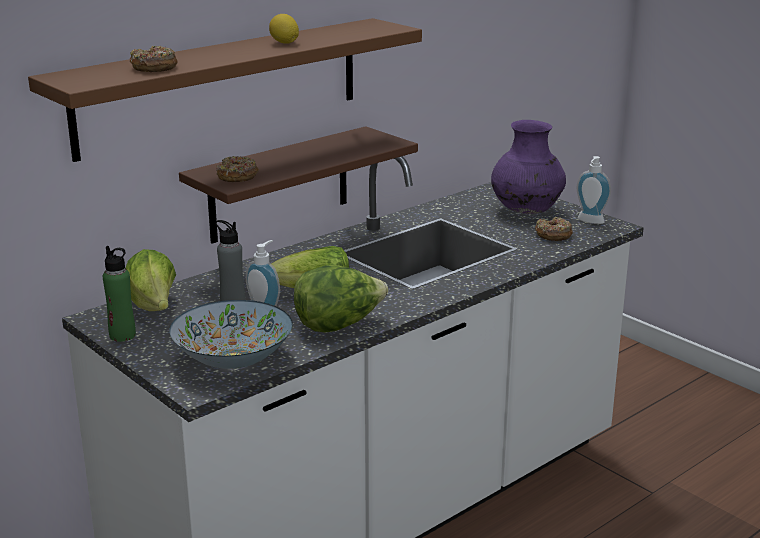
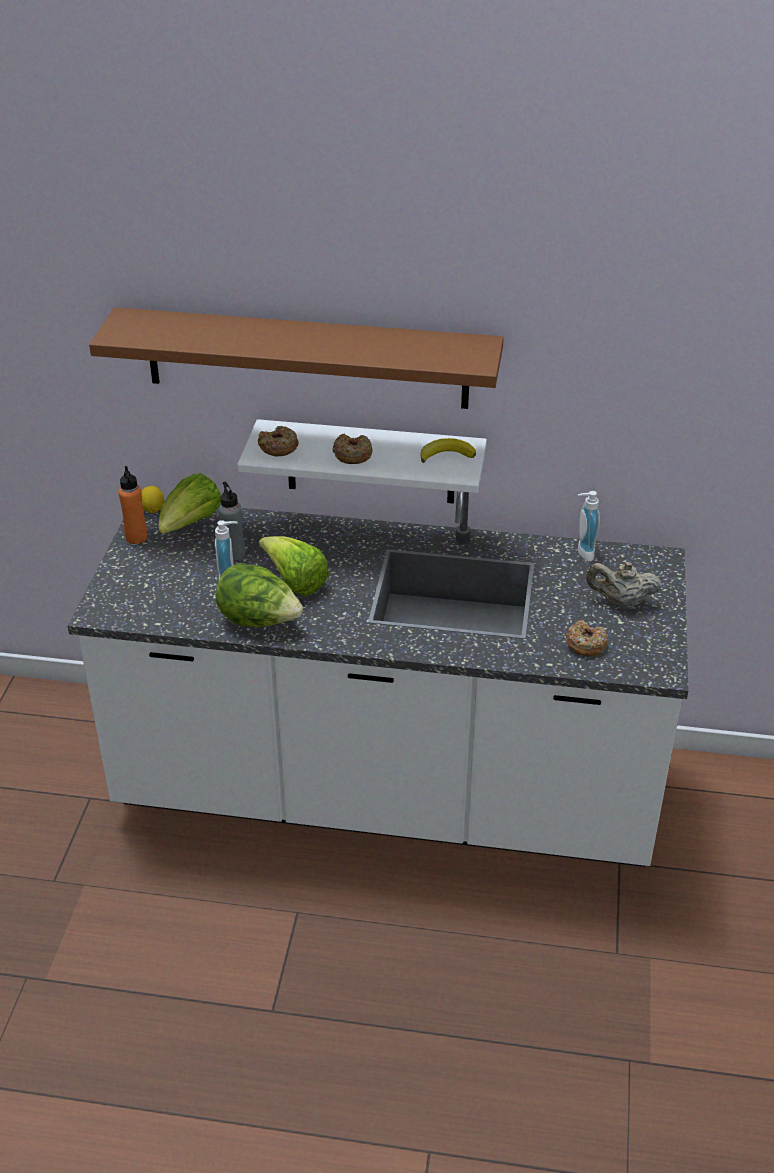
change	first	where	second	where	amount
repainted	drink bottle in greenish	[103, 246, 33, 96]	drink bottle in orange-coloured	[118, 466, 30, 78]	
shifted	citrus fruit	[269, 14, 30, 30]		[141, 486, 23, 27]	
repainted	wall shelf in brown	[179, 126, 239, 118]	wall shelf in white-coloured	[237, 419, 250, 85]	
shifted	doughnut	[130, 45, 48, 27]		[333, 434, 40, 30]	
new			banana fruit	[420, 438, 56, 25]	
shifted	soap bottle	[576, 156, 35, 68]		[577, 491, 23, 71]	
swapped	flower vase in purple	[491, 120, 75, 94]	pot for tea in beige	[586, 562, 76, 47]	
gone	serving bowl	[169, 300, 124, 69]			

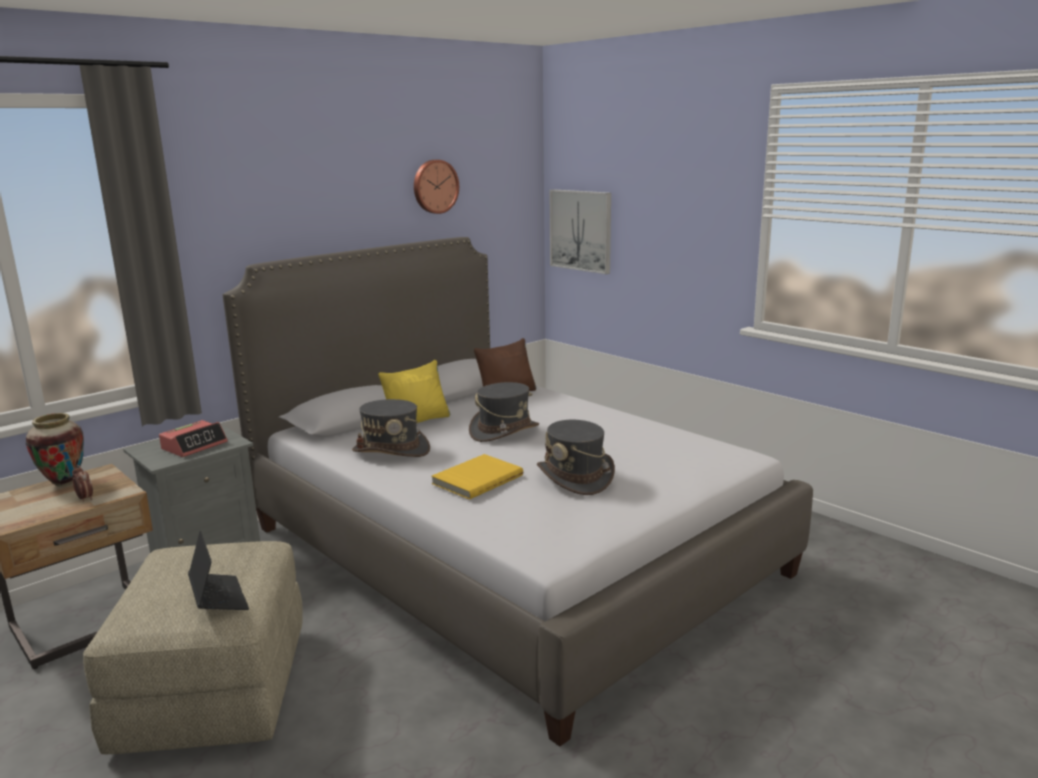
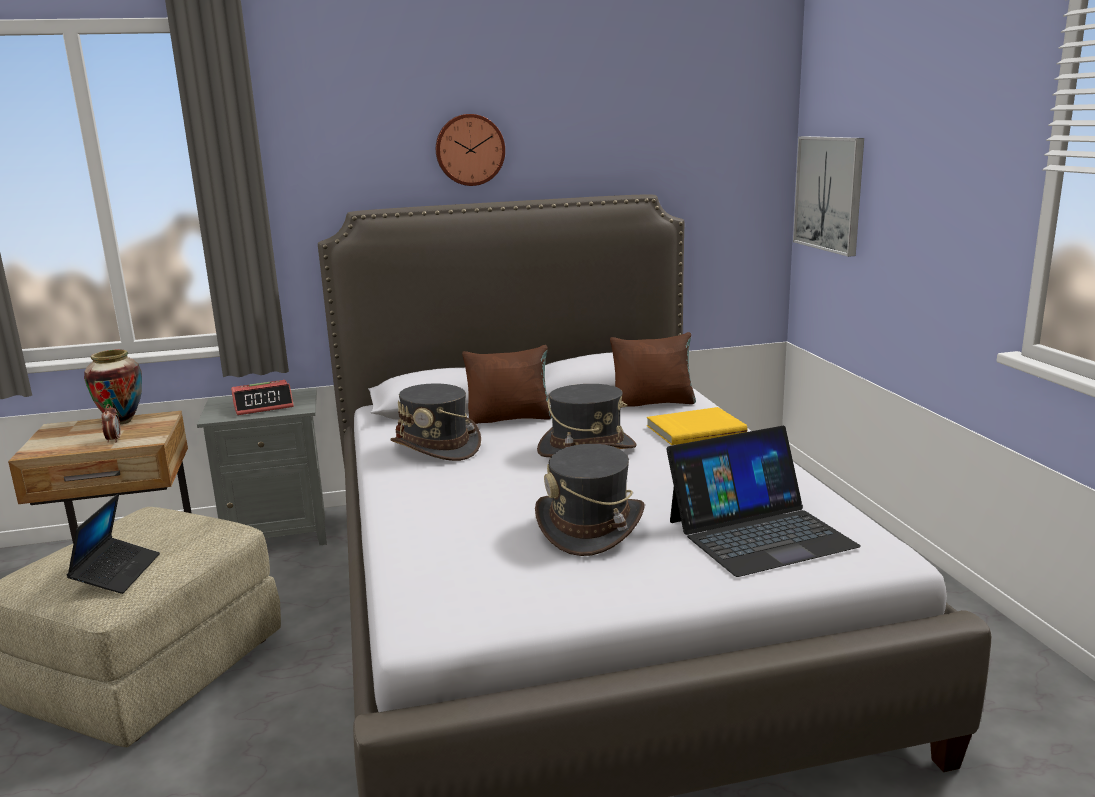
change	first	where	second	where	amount
shifted	wall clock	[414, 160, 45, 54]		[436, 114, 69, 72]	
repainted	cushion in yellowish	[378, 360, 72, 63]	cushion in brown	[462, 345, 90, 79]	
shifted	volume in yellowish	[431, 454, 92, 46]		[647, 407, 100, 38]	
new			portable computer	[667, 426, 194, 151]	

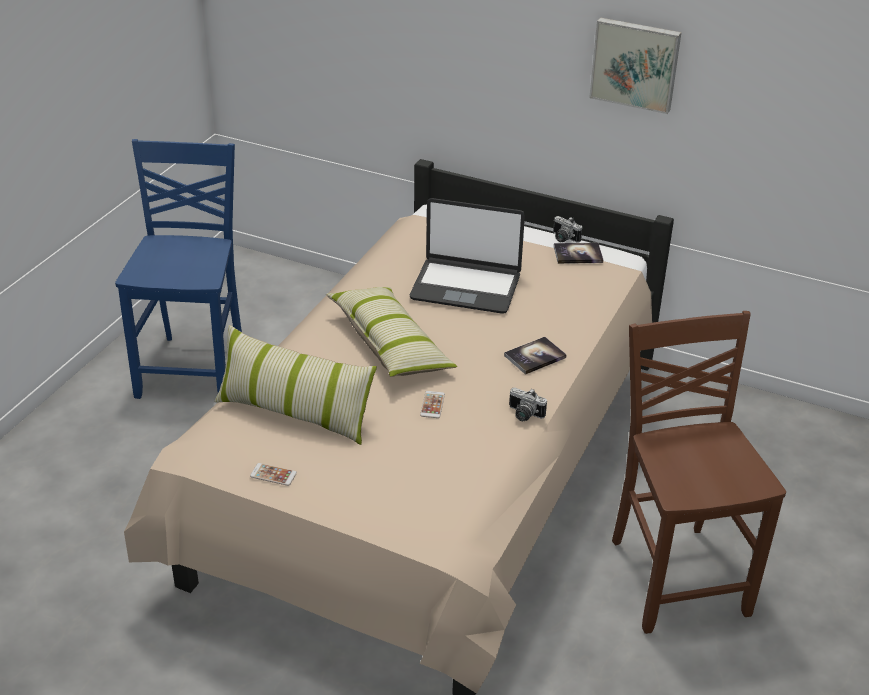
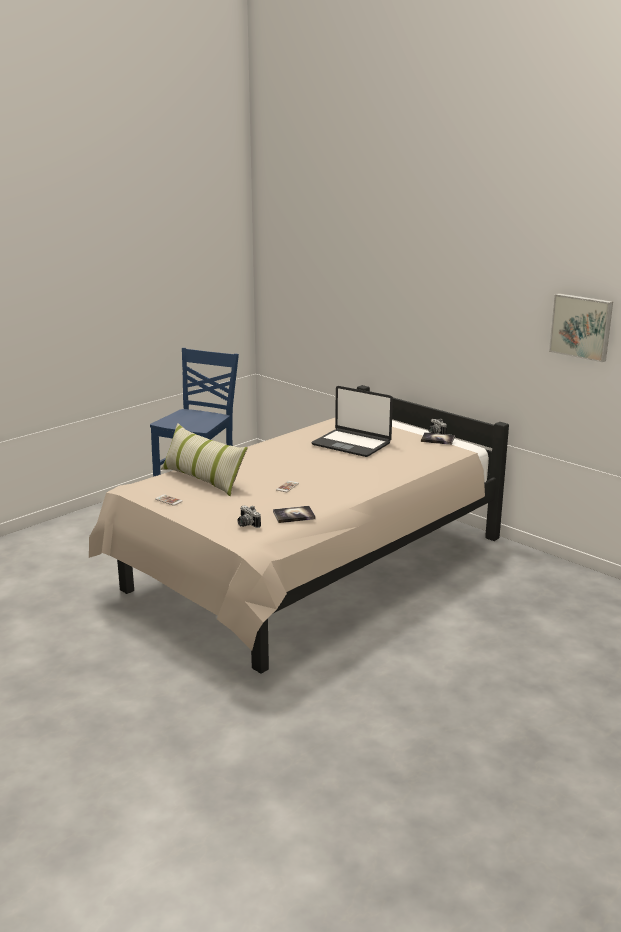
change	first	where	second	where	amount
shifted	photo camera	[509, 387, 38, 34]		[237, 506, 24, 22]	
shifted	volume	[504, 337, 63, 38]		[273, 506, 43, 17]	
shifted	picture	[589, 17, 92, 97]		[549, 293, 64, 69]	
gone	cushion	[326, 287, 131, 90]			
gone	chair in brown	[612, 311, 174, 323]			

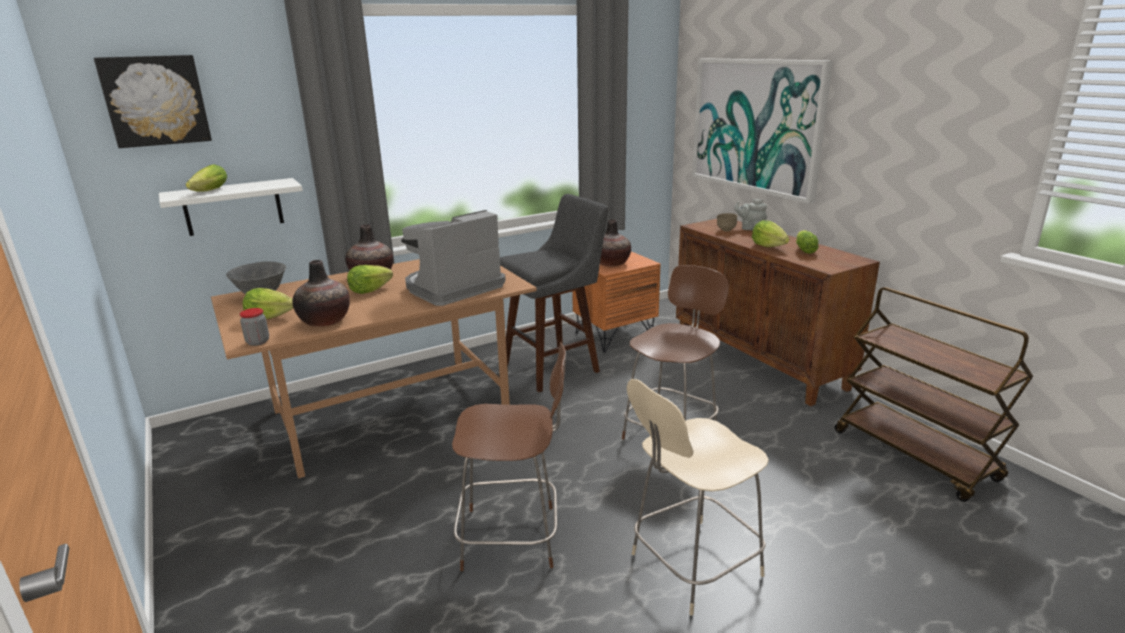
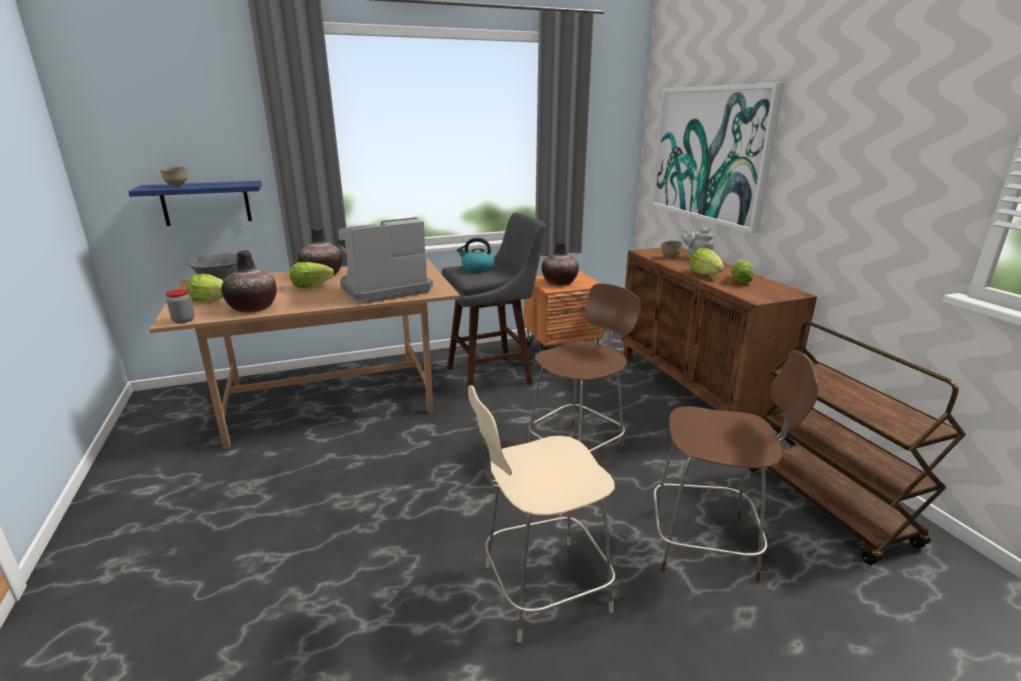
change	first	where	second	where	amount
repainted	wall shelf in white-coloured	[159, 178, 144, 58]	wall shelf in bluish	[128, 181, 134, 45]	
swapped	lettuce head	[186, 164, 41, 28]	serving bowl in brown	[160, 167, 28, 20]	
new			water kettle	[457, 237, 38, 35]	
shifted	chair in brown	[452, 342, 114, 229]		[653, 350, 166, 233]	
gone	picture	[94, 55, 118, 93]			

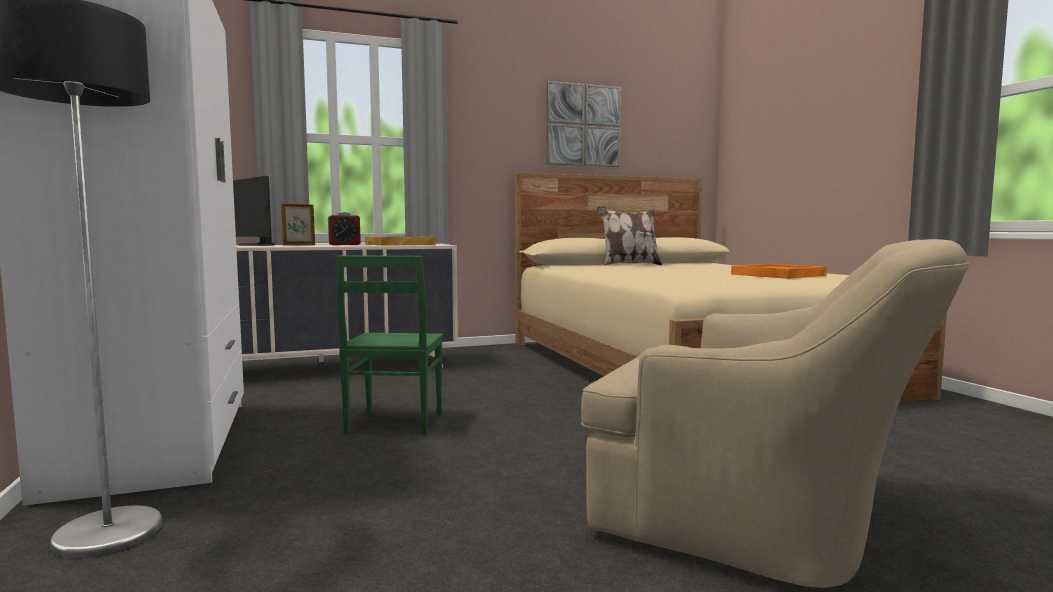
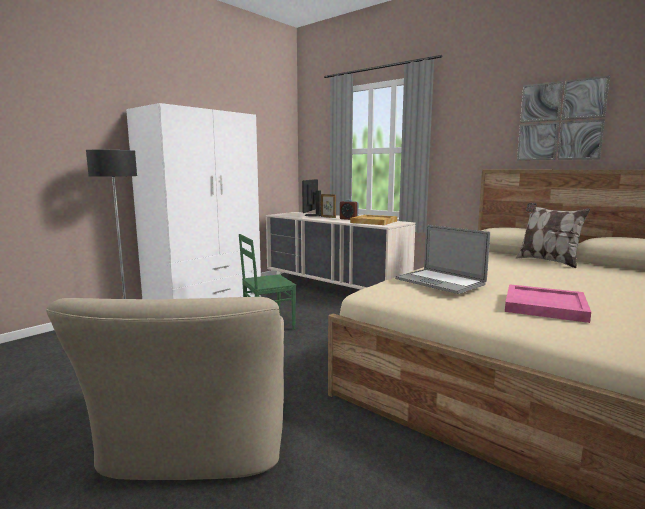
change	first	where	second	where	amount
new			portable computer	[395, 225, 95, 69]	
repainted	tray in orange-coloured	[731, 264, 96, 15]	tray in pink	[505, 284, 86, 39]	

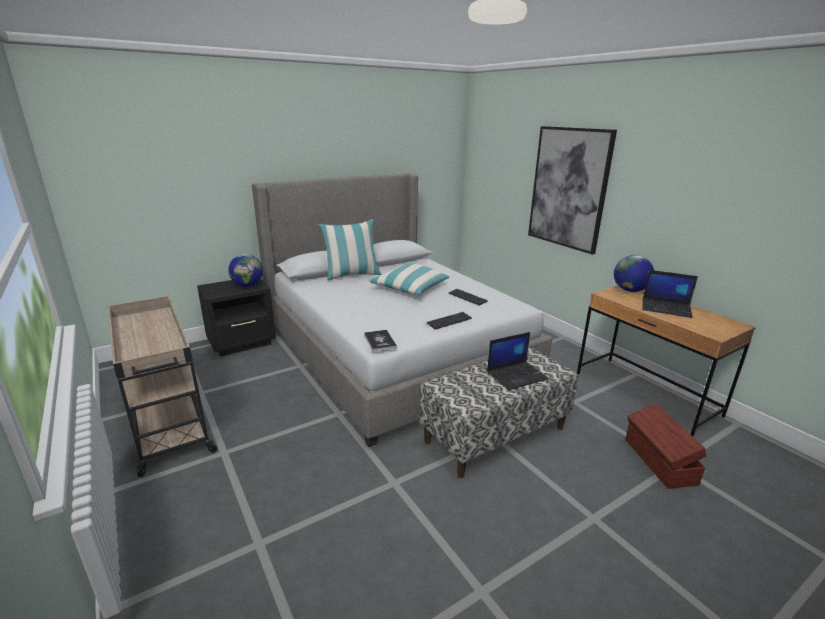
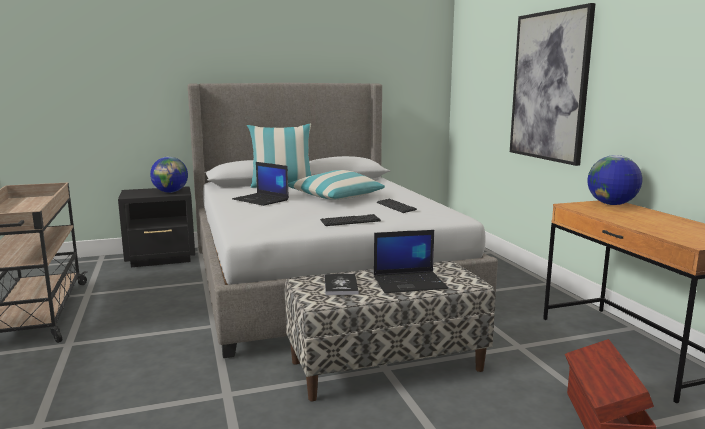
change	first	where	second	where	amount
shifted	portable computer	[642, 270, 56, 48]		[232, 162, 57, 44]	
shifted	volume	[364, 330, 33, 22]		[325, 274, 34, 21]	

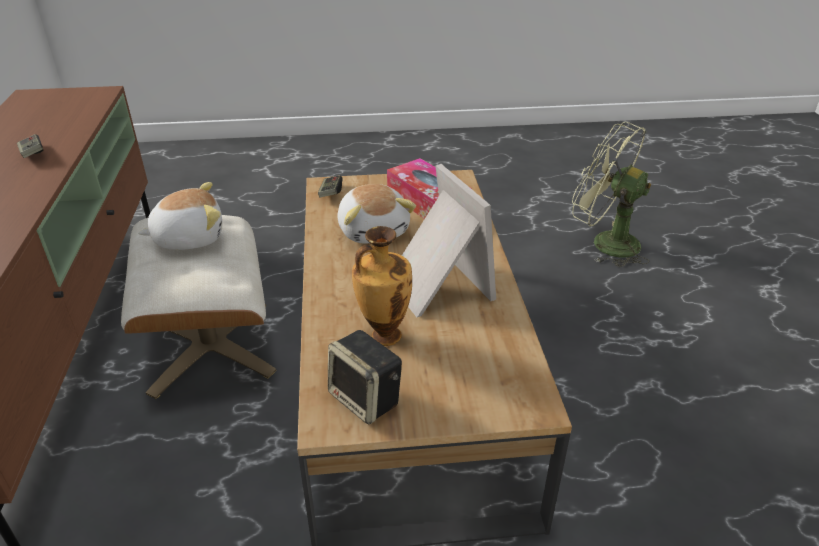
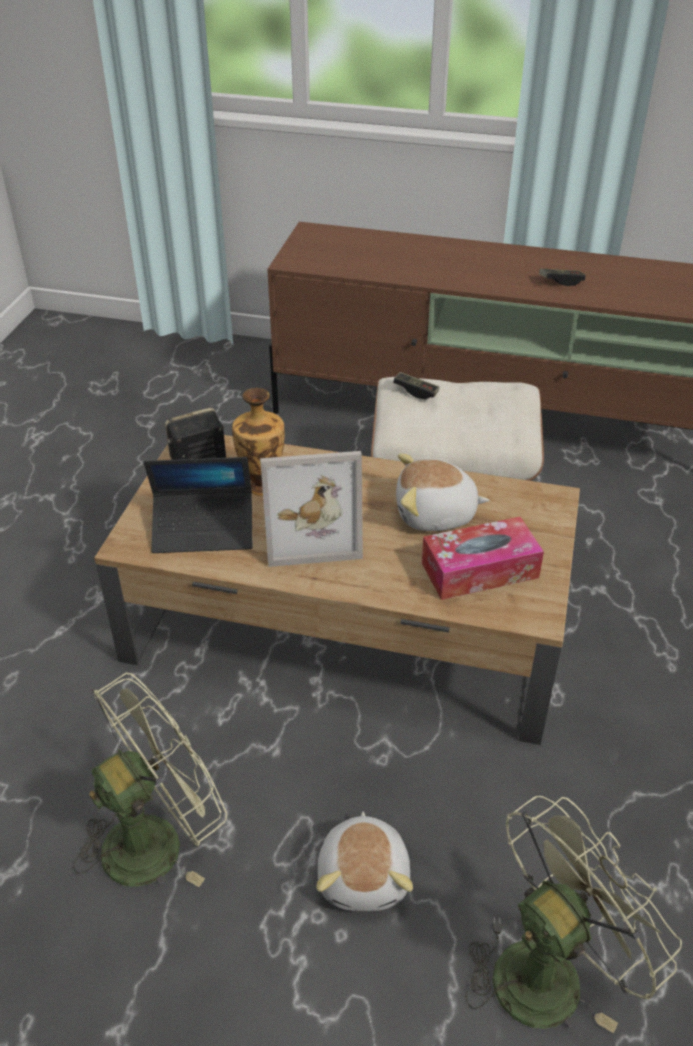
change	first	where	second	where	amount
new			cooling fan in greenish	[73, 673, 154, 214]	
new			portable computer	[144, 457, 108, 96]	
shifted	cuddly toy	[138, 182, 84, 68]		[316, 812, 97, 99]	
shifted	joypad	[318, 175, 25, 23]		[393, 372, 47, 27]	

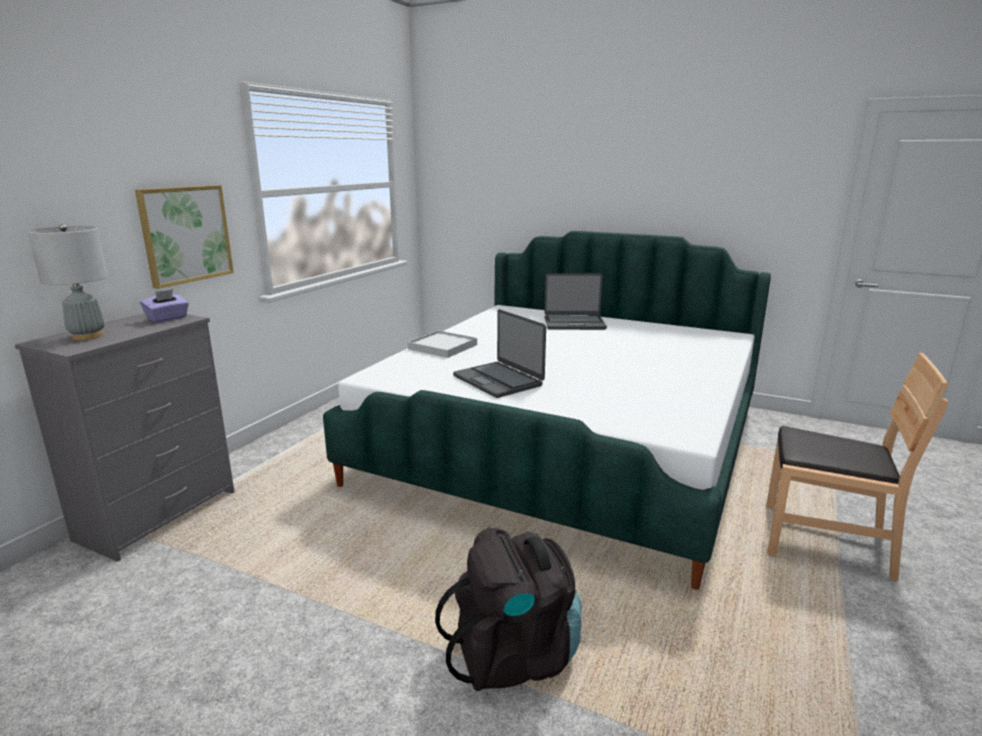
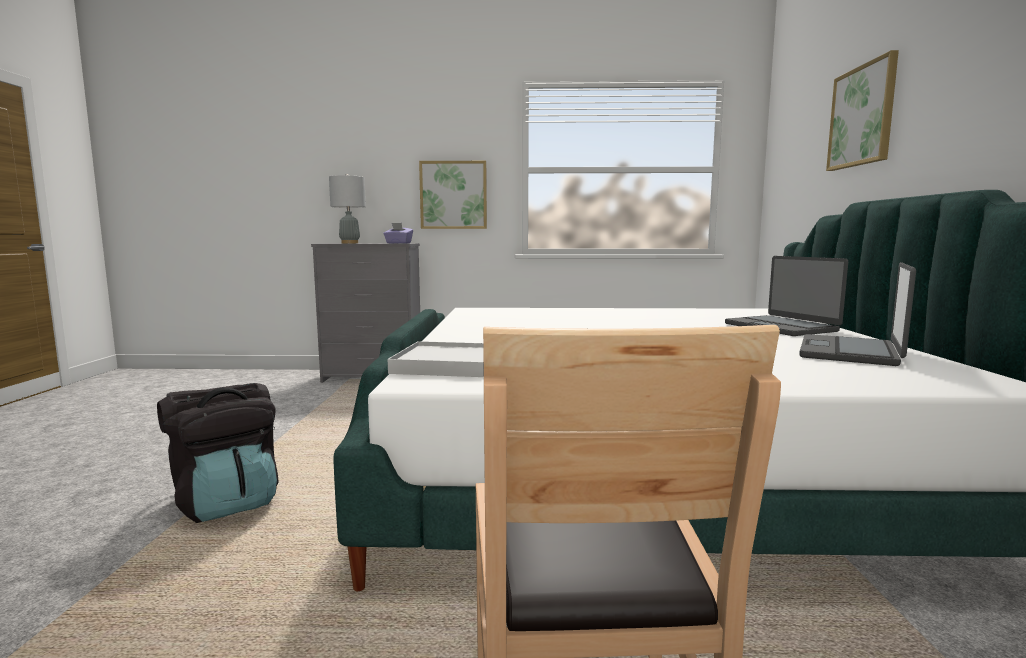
change	first	where	second	where	amount
shifted	tray in white-coloured	[408, 330, 69, 28]		[388, 341, 96, 36]	
shifted	portable computer	[453, 309, 93, 89]		[799, 262, 117, 104]	
new			picture	[826, 50, 73, 121]	

